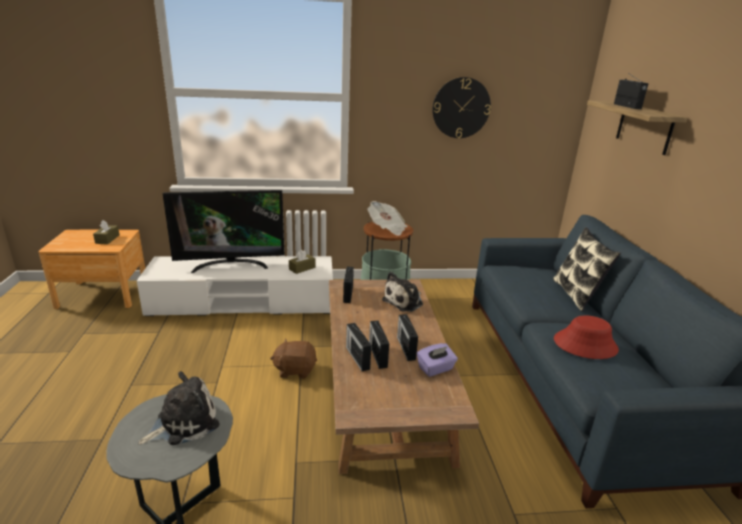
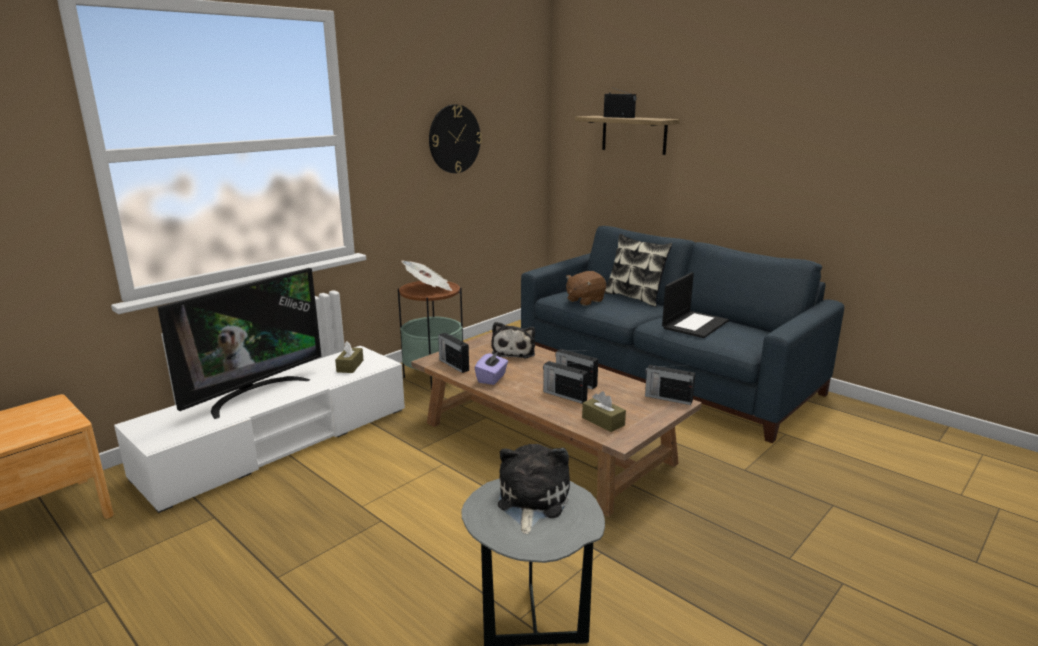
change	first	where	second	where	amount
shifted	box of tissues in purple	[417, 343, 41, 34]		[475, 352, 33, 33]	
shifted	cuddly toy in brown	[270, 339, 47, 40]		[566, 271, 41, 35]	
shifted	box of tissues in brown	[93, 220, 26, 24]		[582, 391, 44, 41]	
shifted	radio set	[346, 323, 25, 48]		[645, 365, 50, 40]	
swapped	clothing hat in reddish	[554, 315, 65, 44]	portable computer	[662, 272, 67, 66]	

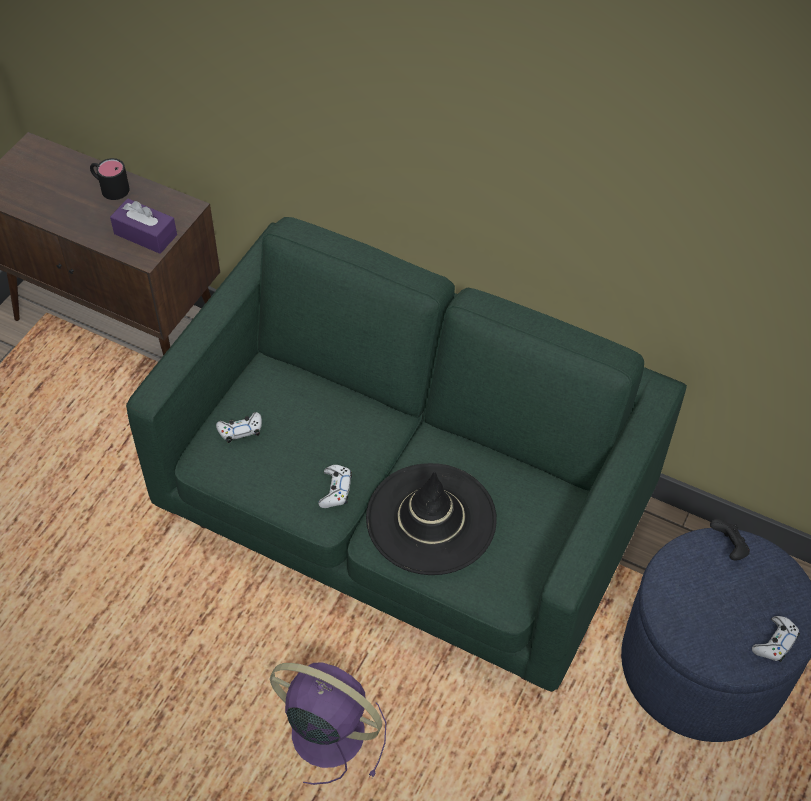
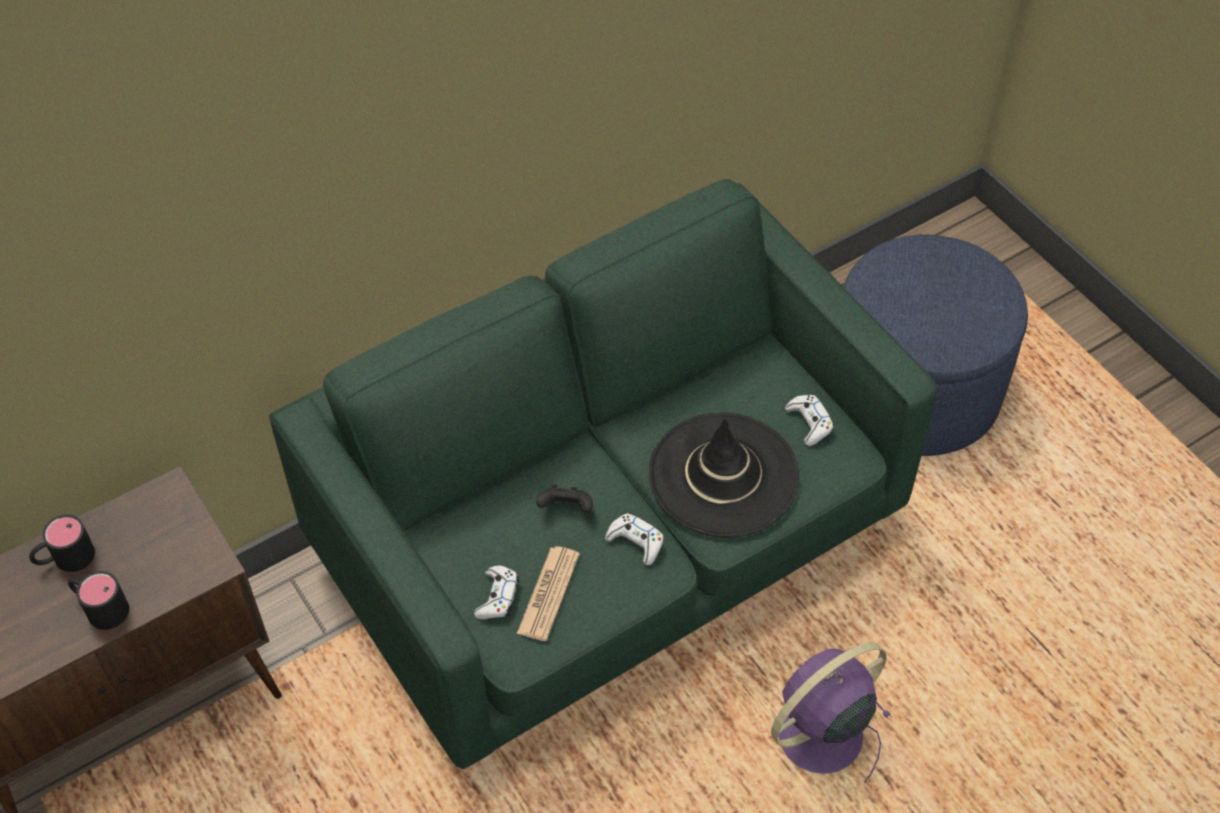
change	first	where	second	where	amount
new			tea mug in blackish	[68, 571, 61, 59]	
new			printed paper	[517, 547, 63, 94]	
shifted	joypad in blackish	[710, 519, 40, 42]		[536, 484, 57, 29]	
shifted	joypad in white-coloured	[752, 616, 48, 46]		[785, 395, 49, 51]	
gone	box of tissues in purple	[110, 198, 67, 56]			

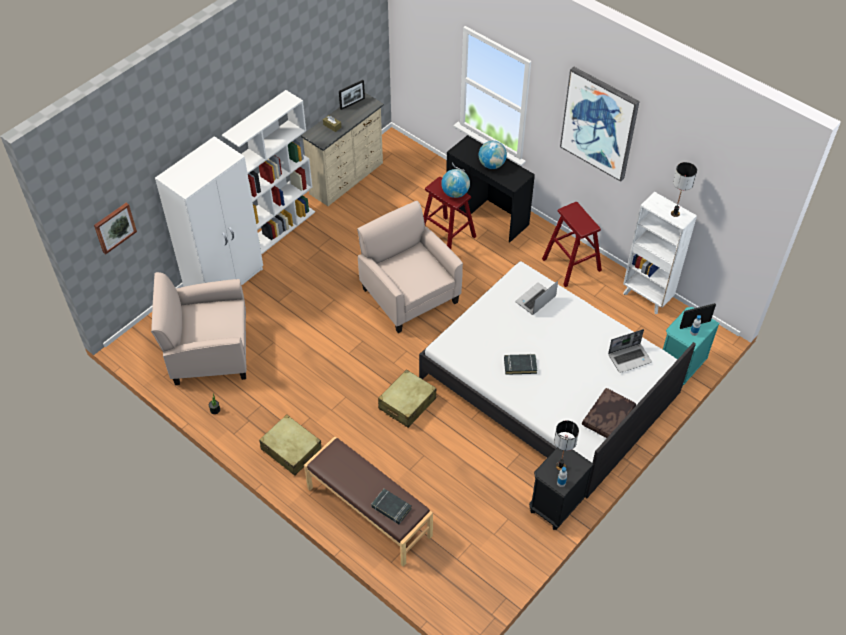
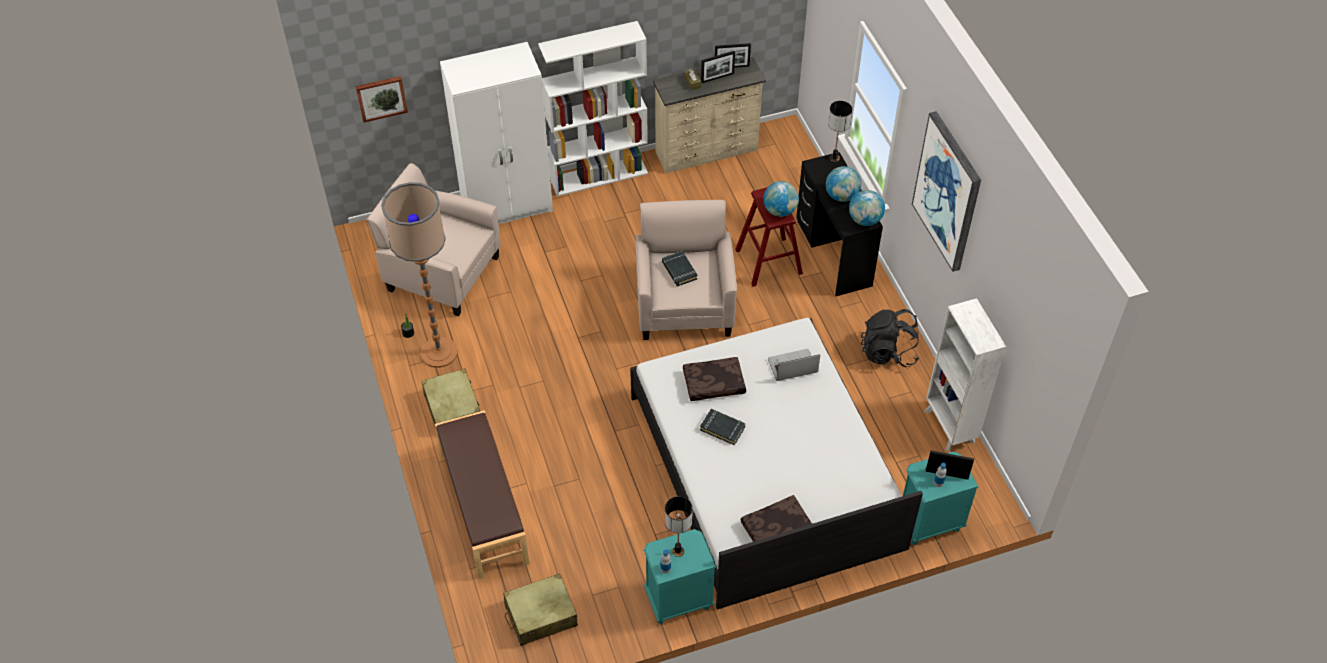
change	first	where	second	where	amount
new			standing lamp	[381, 182, 77, 186]	
shifted	suitcase in beige	[378, 369, 58, 59]		[503, 573, 75, 73]	
repainted	bedside table in blackish	[529, 448, 65, 82]	bedside table in turquoise-coloured	[644, 529, 72, 96]	
shifted	volume in blackish	[371, 489, 41, 35]		[662, 251, 36, 35]	
new			cushion in brown	[683, 357, 63, 44]	
new			photo frame	[701, 51, 34, 32]	
shifted	table lamp	[671, 162, 26, 55]		[828, 101, 24, 61]	
new			globe	[849, 190, 36, 36]	
swapped	stool seat in reddish	[542, 202, 60, 85]	backpack in blackish	[861, 309, 58, 58]	
gone	portable computer	[608, 329, 44, 44]			

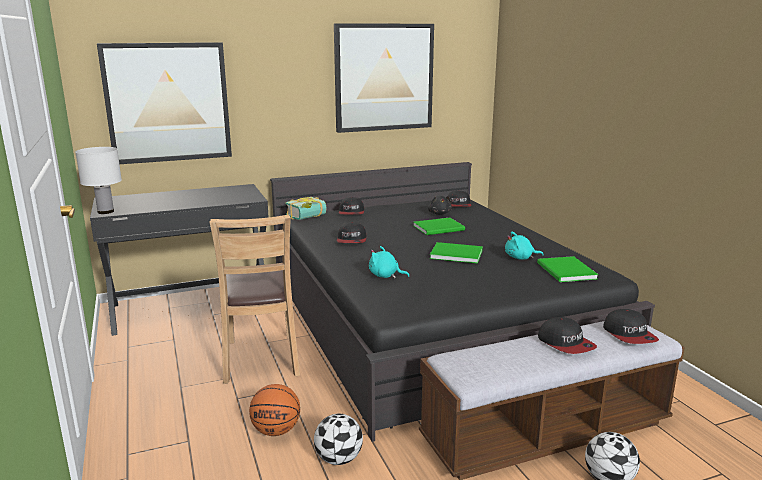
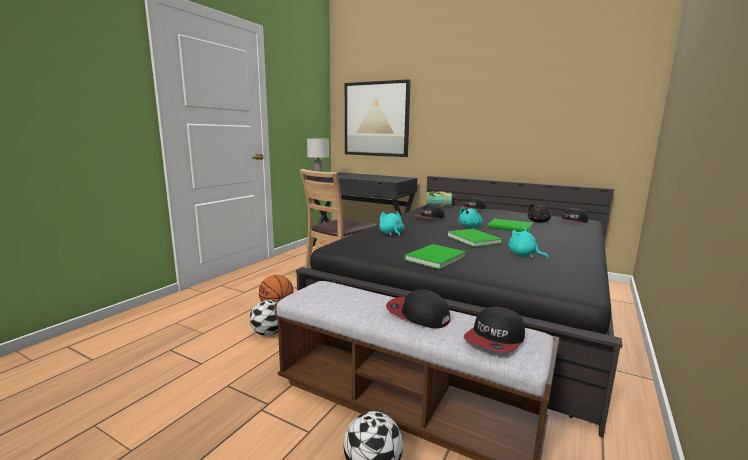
change	first	where	second	where	amount
rotated	baseball cap	[538, 317, 59, 37]		[386, 289, 64, 39]	105 degrees clockwise
shifted	volume in greenish	[537, 256, 61, 26]		[404, 244, 62, 25]	
new			cuddly toy in turquoise-coloured	[459, 207, 24, 21]	
gone	picture	[334, 23, 100, 110]			

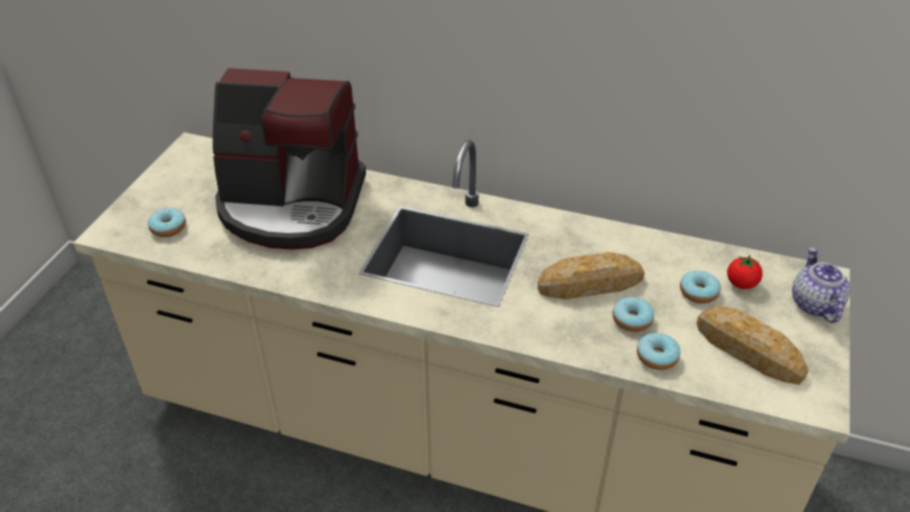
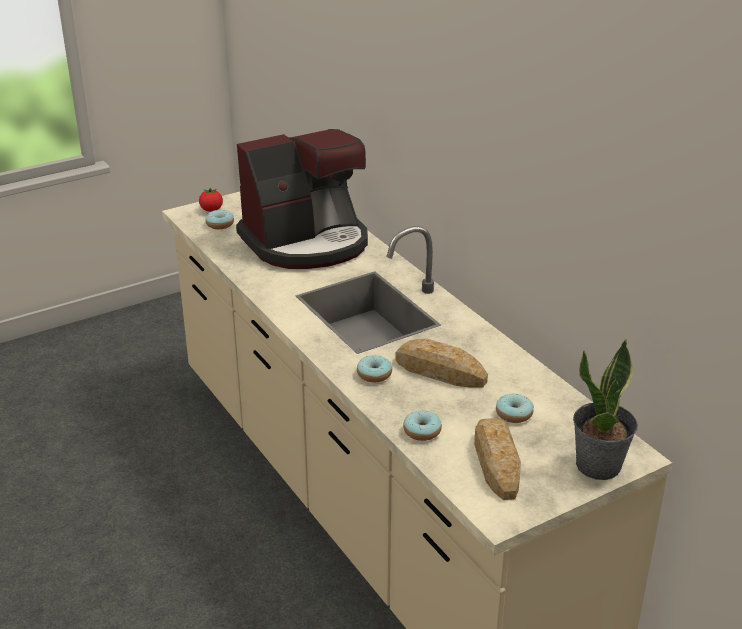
change	first	where	second	where	amount
shifted	fresh tomato	[727, 255, 36, 34]		[199, 187, 24, 25]	
rotated	coffee brewer	[213, 68, 153, 181]		[236, 129, 132, 140]	75 degrees counterclockwise
shifted	doughnut	[612, 297, 42, 35]		[357, 355, 35, 27]	
swapped	pot for tea	[792, 247, 59, 76]	plant in a pot	[573, 339, 65, 141]	

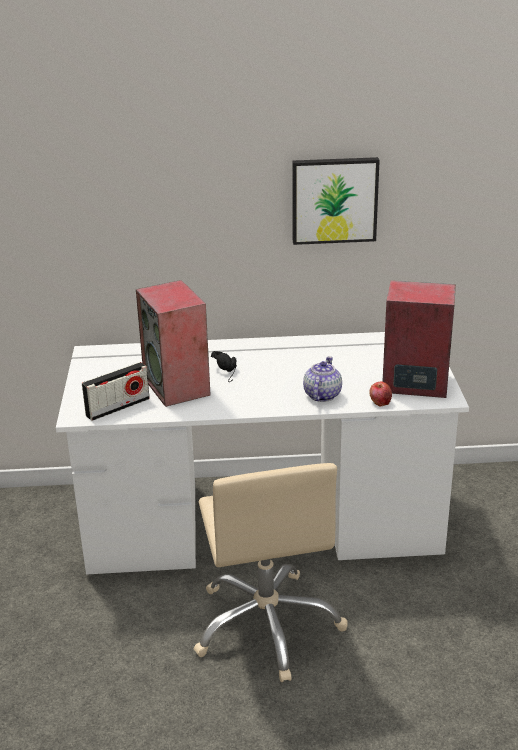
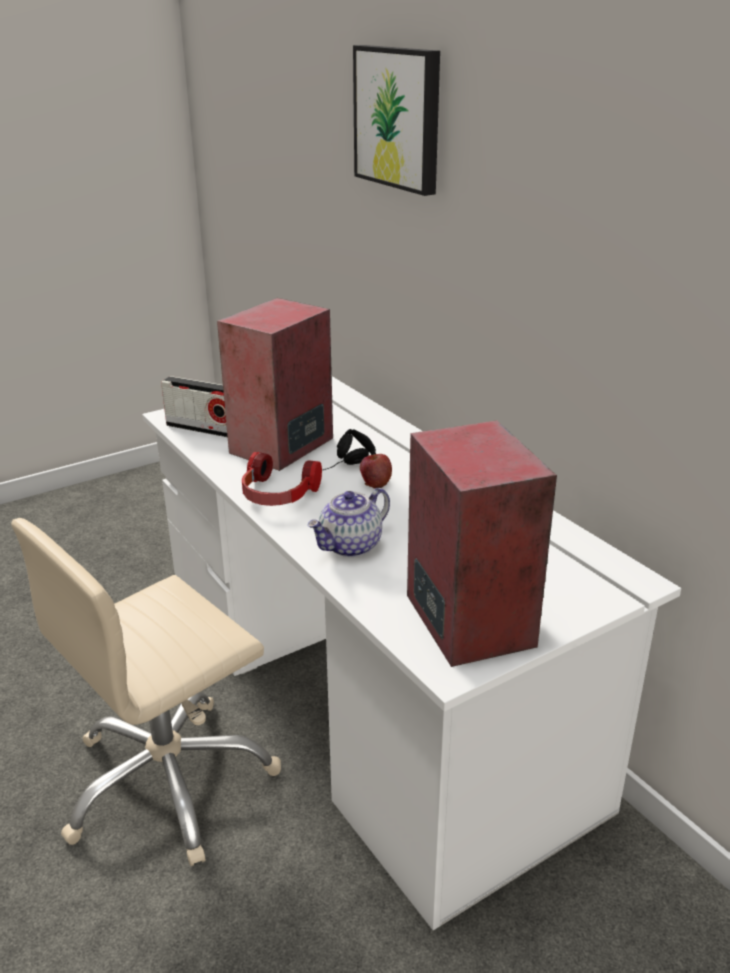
change	first	where	second	where	amount
new			headphones	[242, 452, 80, 54]	
rotated	pot for tea	[303, 356, 39, 46]		[307, 488, 83, 69]	150 degrees clockwise
shifted	picture	[292, 157, 88, 88]		[353, 45, 87, 151]	
shifted	apple	[369, 381, 23, 25]		[360, 454, 32, 35]	

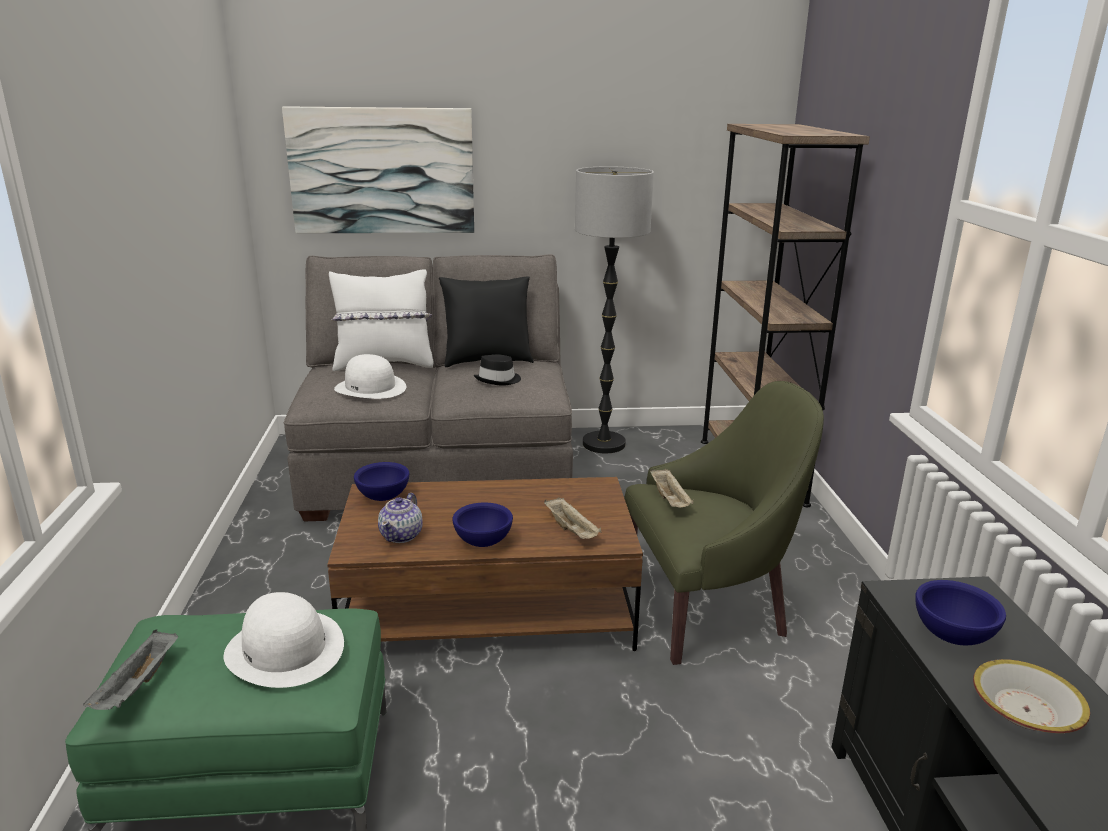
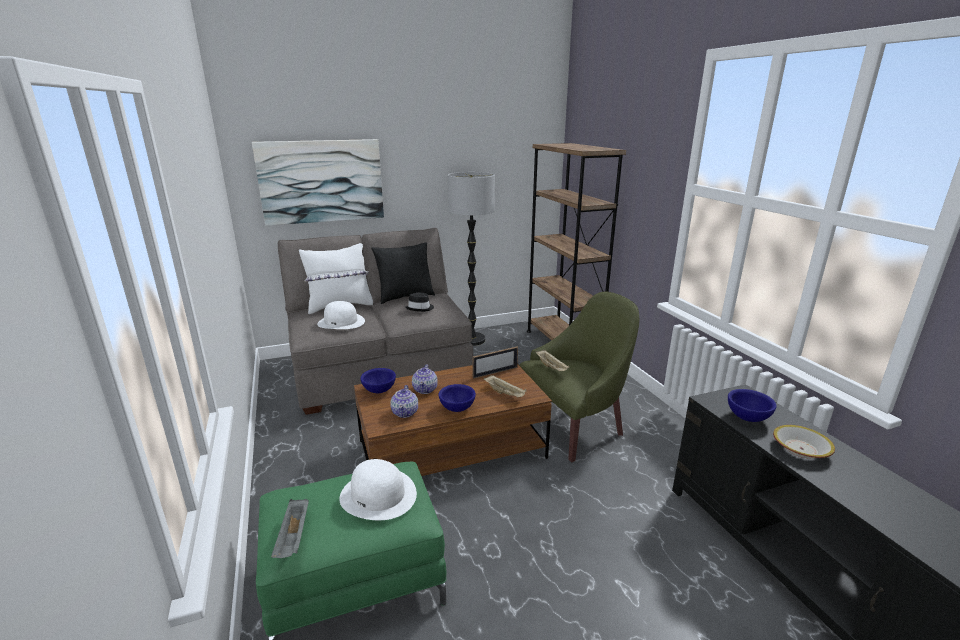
change	first	where	second	where	amount
new			pot for tea	[412, 364, 26, 30]	
new			photo frame	[473, 347, 45, 32]	

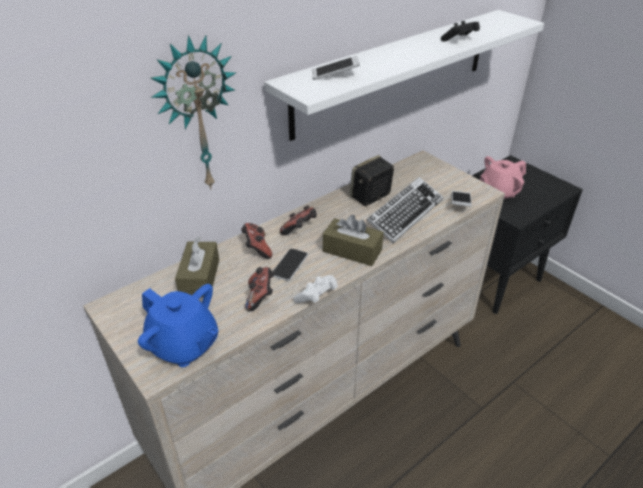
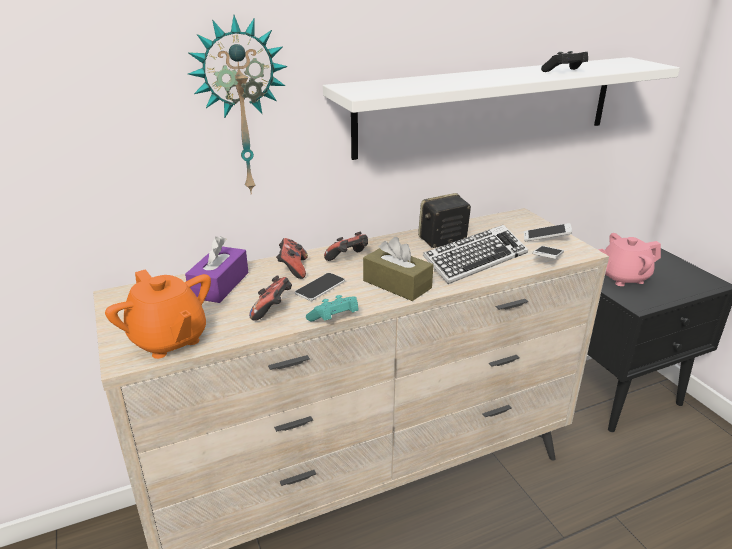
change	first	where	second	where	amount
repainted	pot for tea in bluish	[138, 284, 80, 83]	pot for tea in orange-coloured	[105, 269, 106, 90]	
repainted	box of tissues in brown	[175, 237, 44, 61]	box of tissues in purple	[185, 236, 63, 67]	
repainted	joypad in white-coloured	[293, 275, 45, 28]	joypad in turquoise-coloured	[306, 295, 53, 27]	
shifted	phone	[312, 56, 48, 24]		[524, 223, 48, 18]	

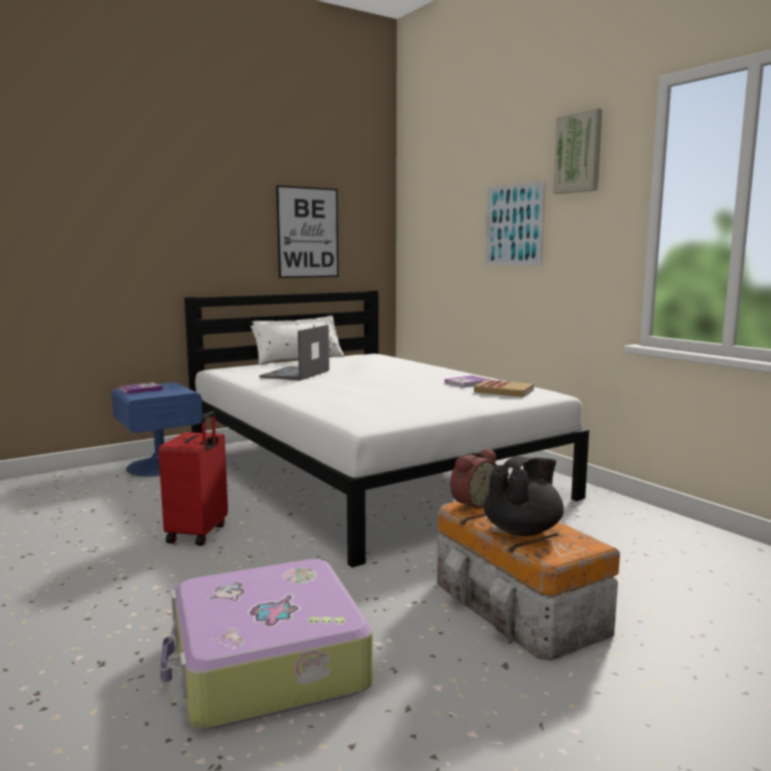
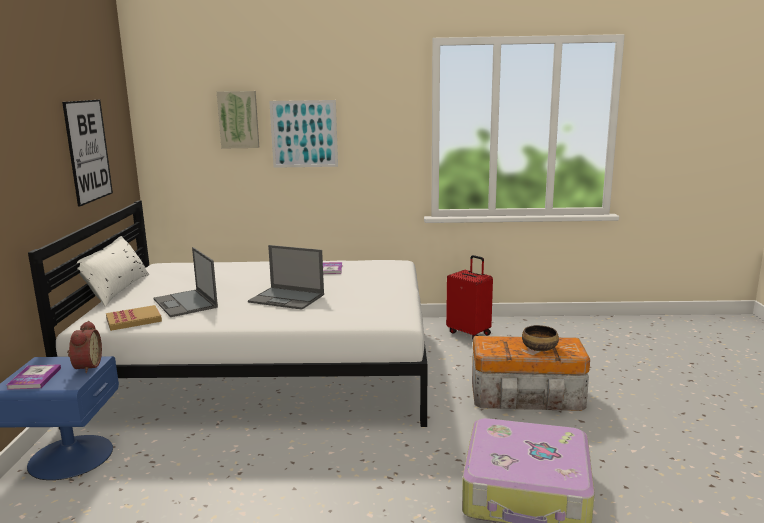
change	first	where	second	where	amount
shifted	bedside clock	[450, 448, 47, 63]		[67, 321, 35, 52]	
shifted	volume	[474, 380, 60, 17]		[106, 305, 56, 26]	
shifted	picture	[553, 108, 49, 86]		[217, 91, 42, 58]	
new			portable computer	[248, 245, 76, 65]	
shifted	suitcase in reddish	[158, 411, 70, 135]		[446, 255, 47, 84]	
swapped	pot for tea in blackish	[484, 456, 80, 80]	serving bowl	[522, 325, 37, 26]	

